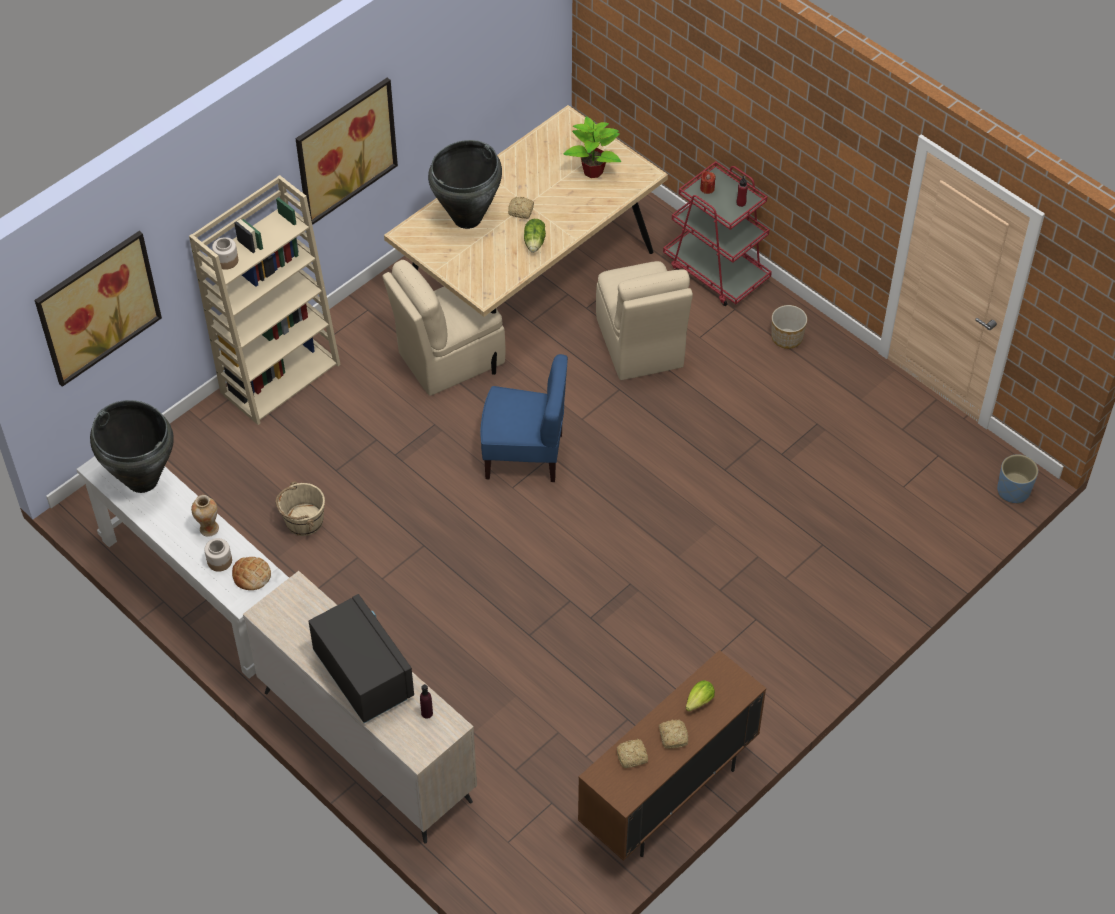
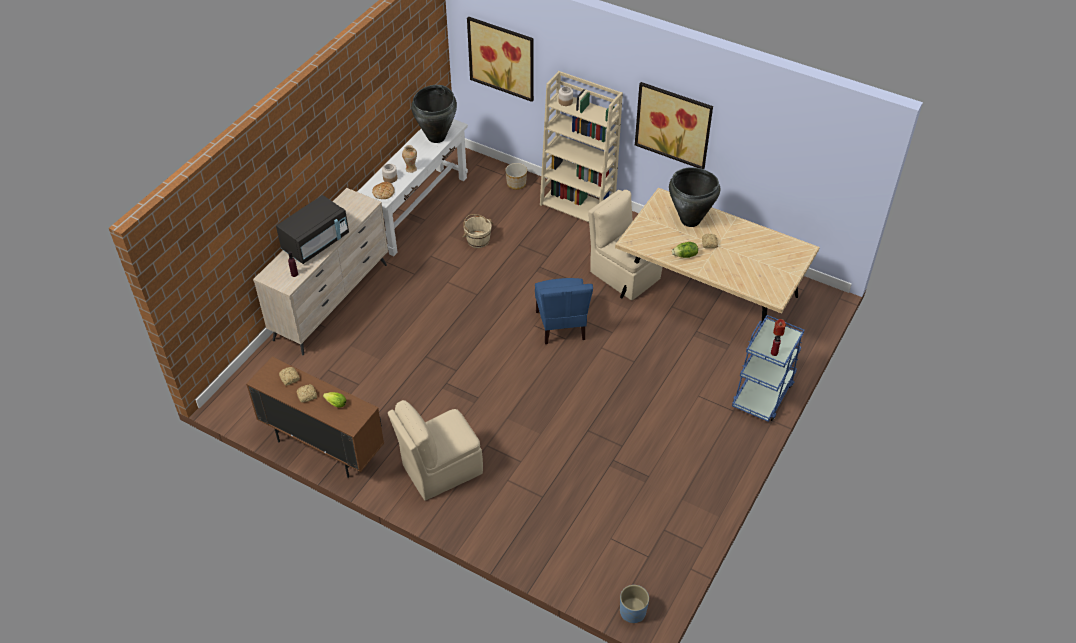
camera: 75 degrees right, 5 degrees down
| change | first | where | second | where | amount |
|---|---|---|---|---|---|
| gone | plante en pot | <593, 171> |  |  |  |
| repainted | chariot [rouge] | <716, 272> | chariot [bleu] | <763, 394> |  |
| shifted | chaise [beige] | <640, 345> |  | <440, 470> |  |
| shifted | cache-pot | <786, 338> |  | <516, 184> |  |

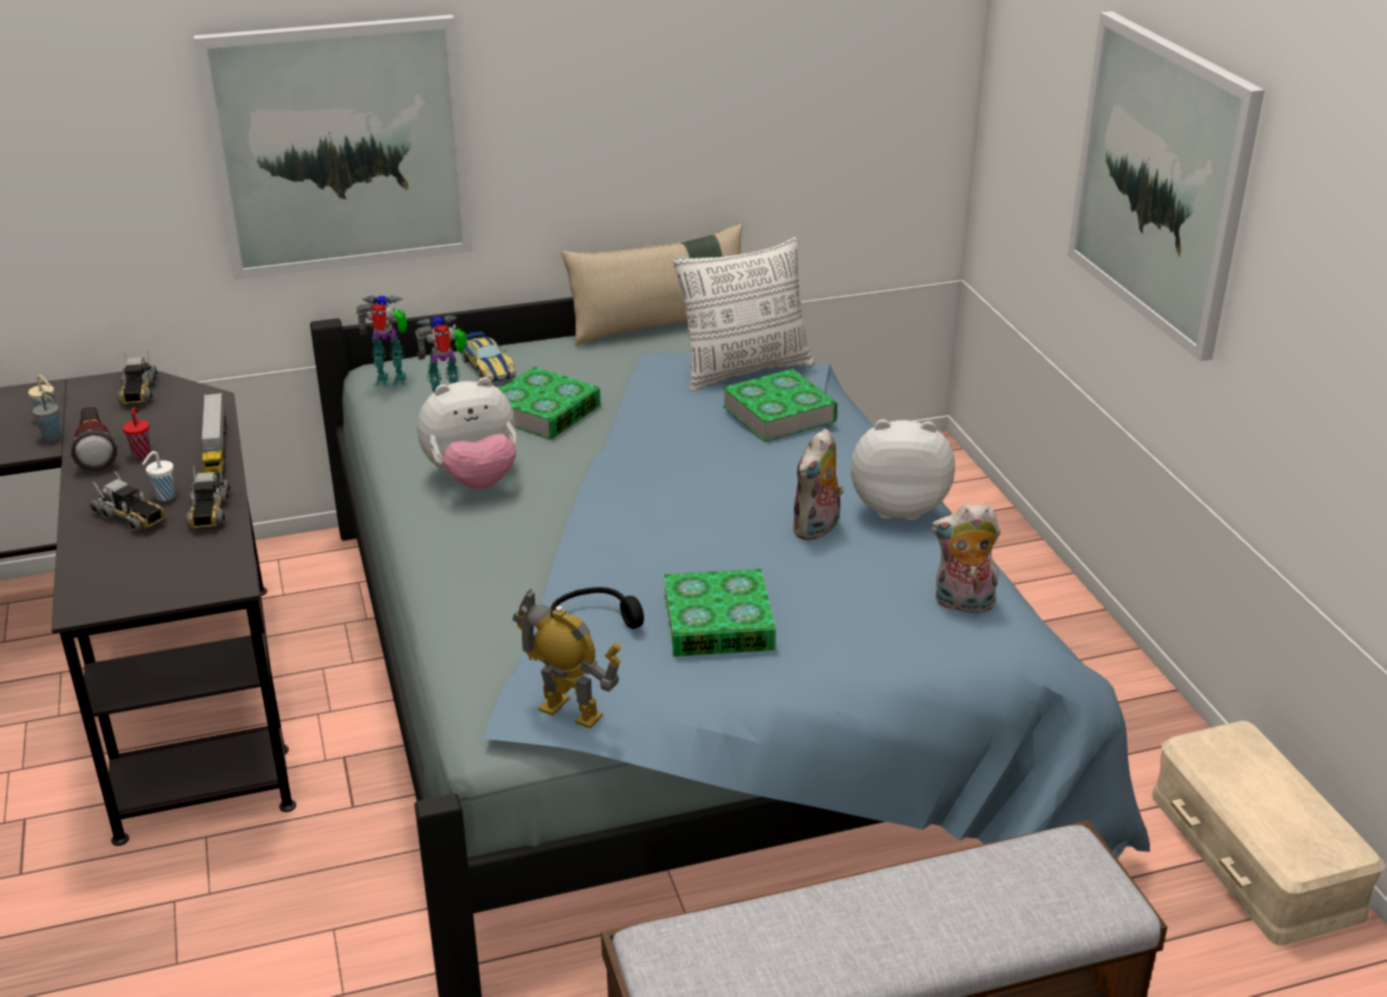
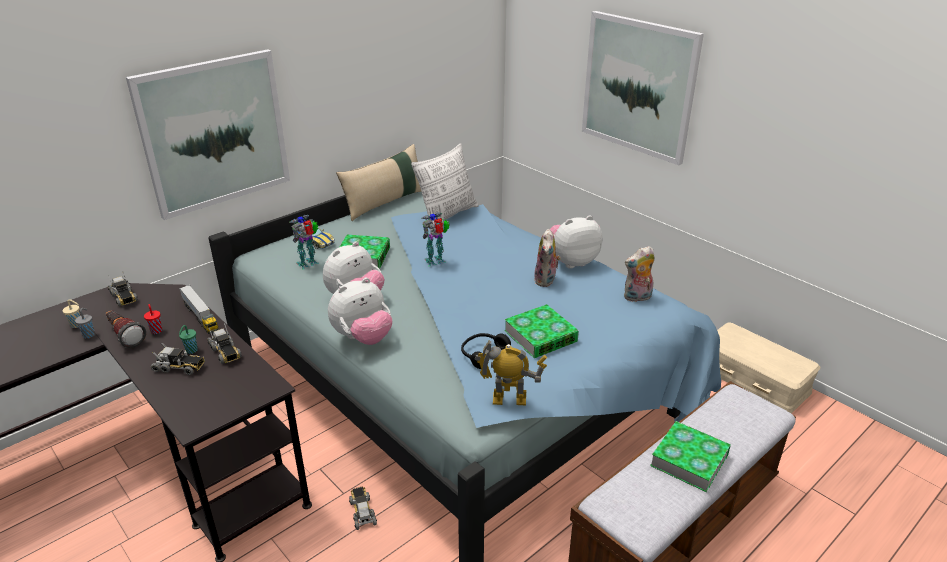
camera: 25 degrees left, 0 degrees up
| change | first | where | second | where | amount |
|---|---|---|---|---|---|
| shifted | robot jouet | <392, 381> |  | <436, 261> |  |
| shifted | livre | <779, 414> |  | <689, 460> |  |
| repainted | tasse [blanc] | <164, 497> | tasse [vert] | <191, 351> |  |
| new |  |  | peluche | <363, 338> |  |
| new |  |  | camion jouet | <362, 511> |  |

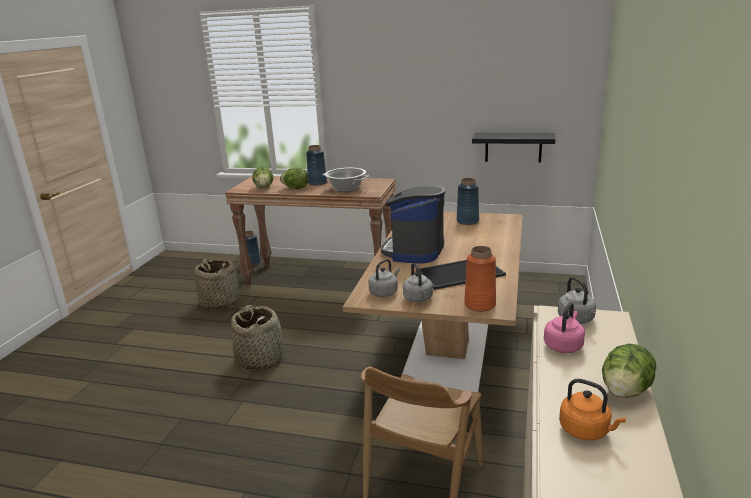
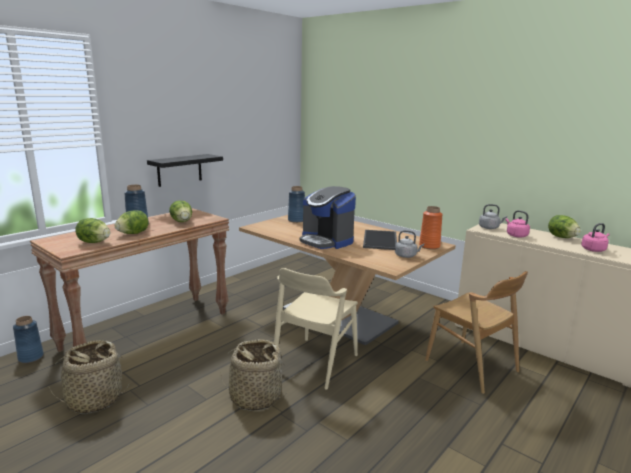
camera: 65 degrees left, 5 degrees down
| change | first | where | second | where | amount |
|---|---|---|---|---|---|
| shifted | étagère [noir] | <513, 147> |  | <179, 170> |  |
| swapped | marmite | <346, 188> | laitue | <182, 221> |  |
| gone | bouilloire [gris] | <384, 292> |  |  |  |
| repainted | bouilloire [orange] | <586, 431> | bouilloire [rose] | <594, 249> |  |
| new |  |  | chaise [beige] | <315, 362> |  |

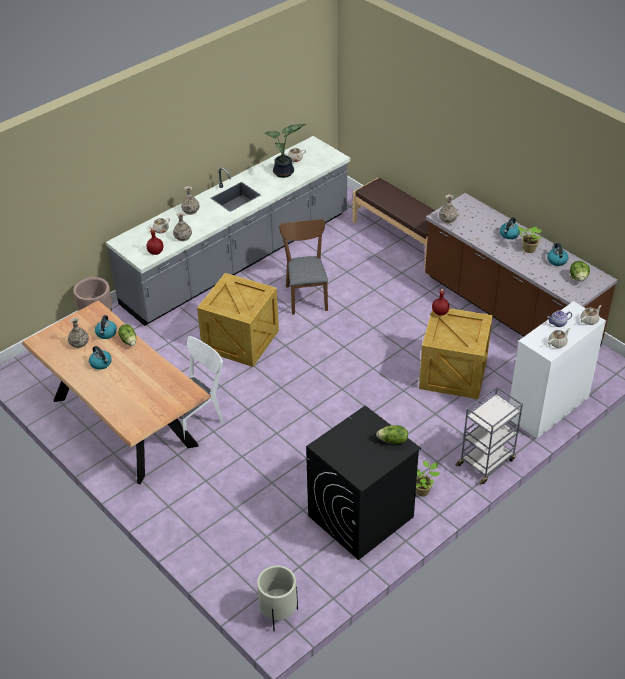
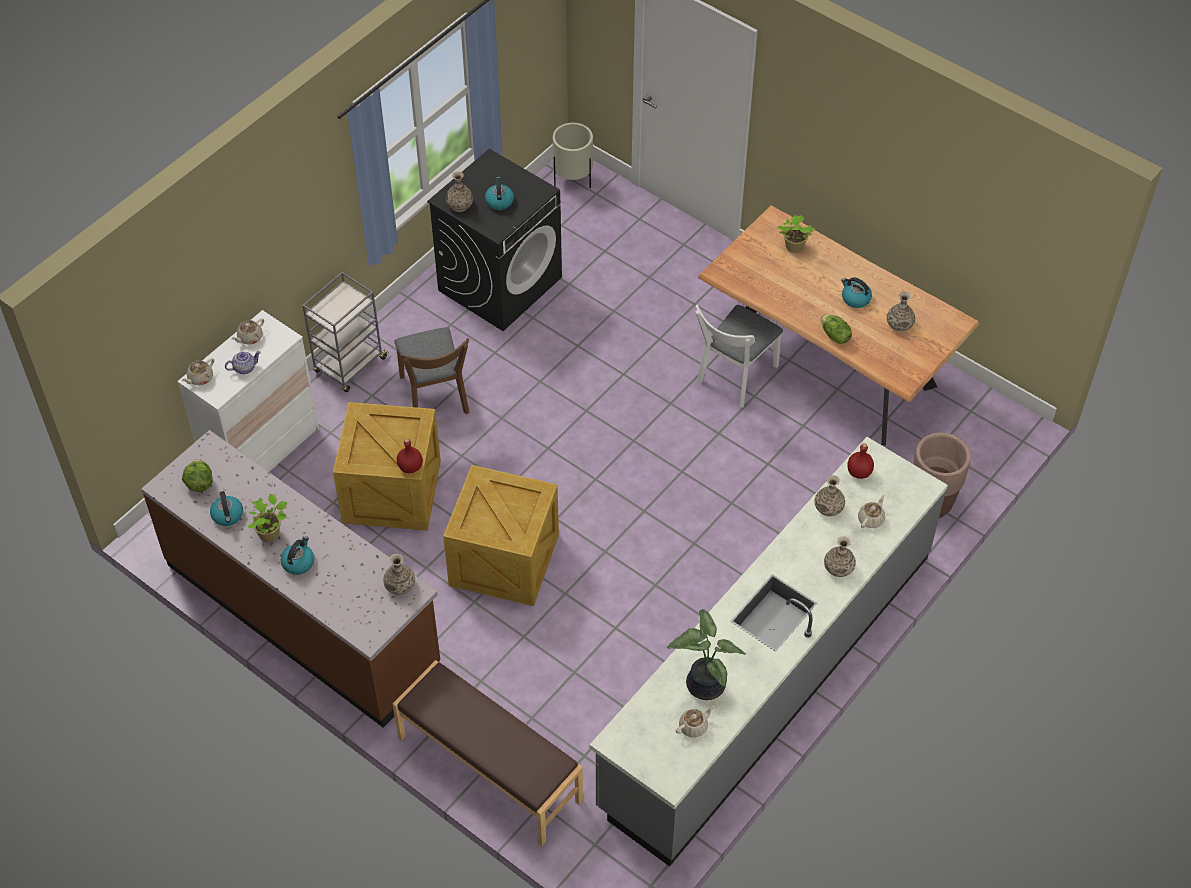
camera: 170 degrees right, 10 degrees up
| change | first | where | second | where | amount |
|---|---|---|---|---|---|
| shifted | chaise [marron] | <306, 295> |  | <435, 399> |  |
| shifted | caisse | <240, 339> |  | <505, 561> |  |
| shifted | bouilloire | <106, 333> |  | <499, 201> |  |
| swapped | laitue | <393, 441> | vase | <459, 205> |  |
| shifted | plante en pot | <423, 490> |  | <793, 247> |  |

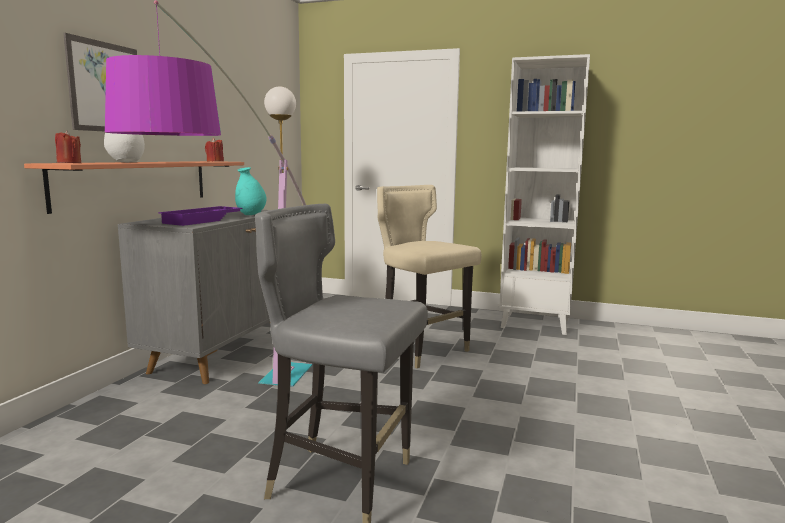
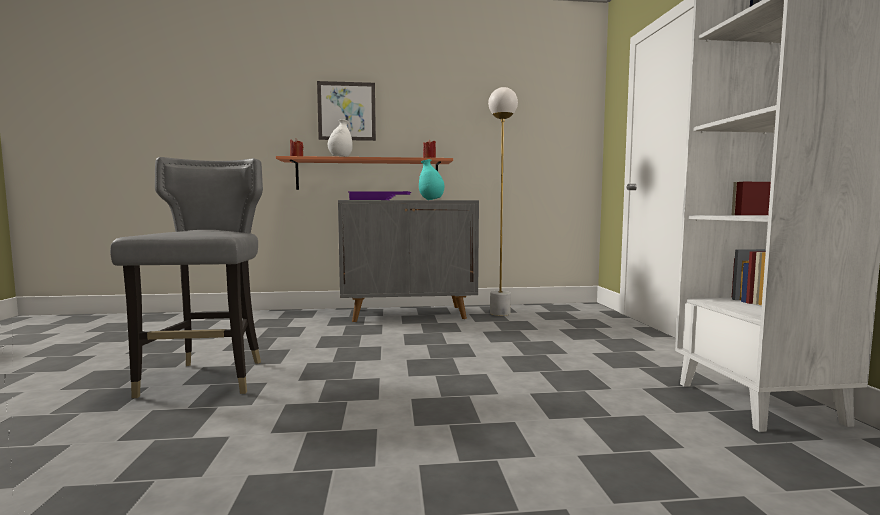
camera: 65 degrees right, 5 degrees down
| change | first | where | second | where | amount |
|---|---|---|---|---|---|
| gone | lampadaire | <240, 420> |  |  |  |
| gone | chaise [beige] | <422, 351> |  |  |  |

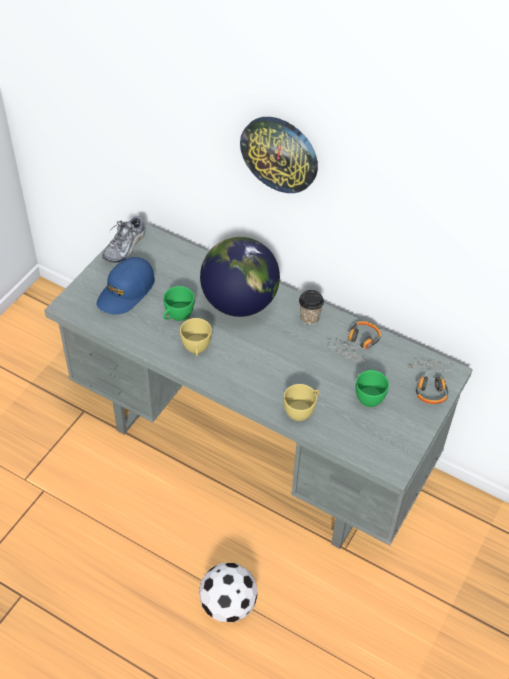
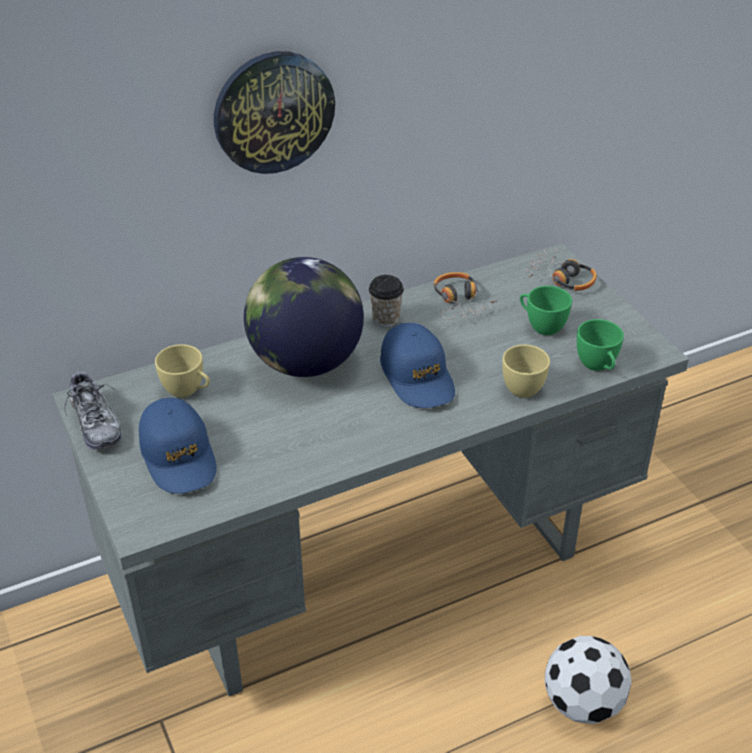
camera: 55 degrees left, 10 degrees down
| change | first | where | second | where | amount |
|---|---|---|---|---|---|
| shifted | tasse [vert] | <177, 316> |  | <598, 366> |  |
| shifted | tasse [jaune] | <196, 350> |  | <187, 391> |  |
| new |  |  | casquette [bleu] | <417, 376> |  |

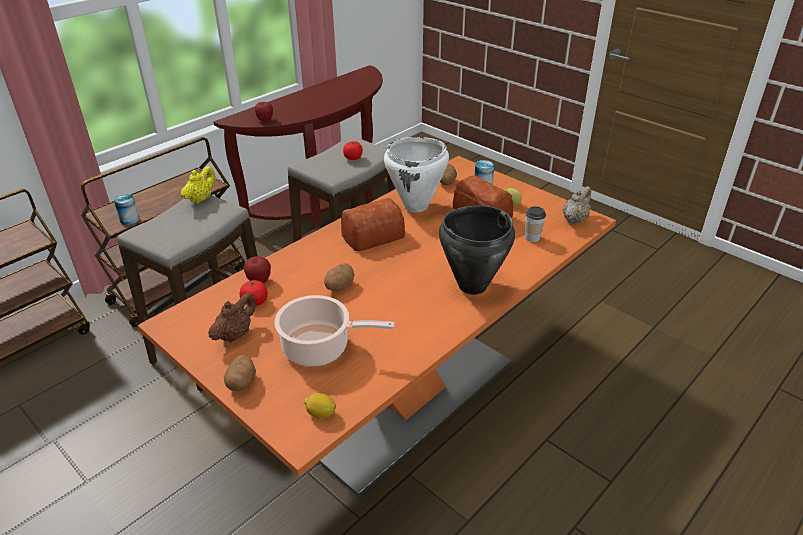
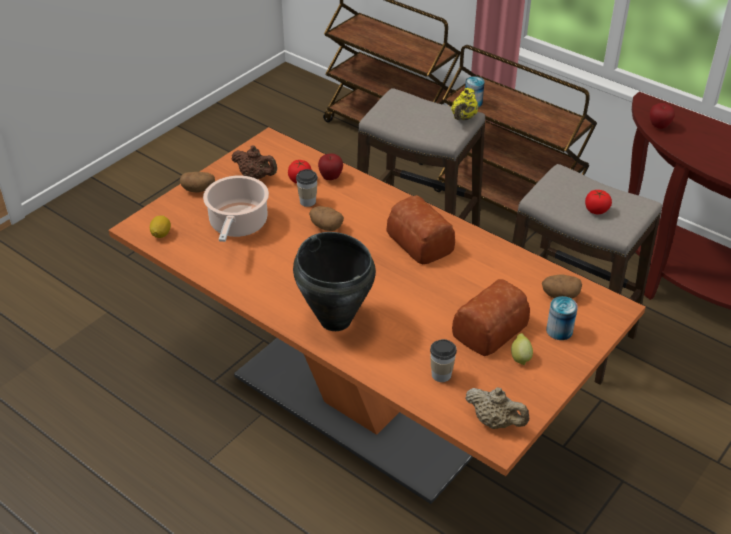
camera: 85 degrees right, 5 degrees up
| change | first | where | second | where | amount |
|---|---|---|---|---|---|
| gone | marmite [blanc] | <416, 206> |  |  |  |
| rotated | théière [jaune] | <201, 199> |  | <463, 118> | 90 degrees clockwise |
| new |  |  | tasse | <307, 201> |  |

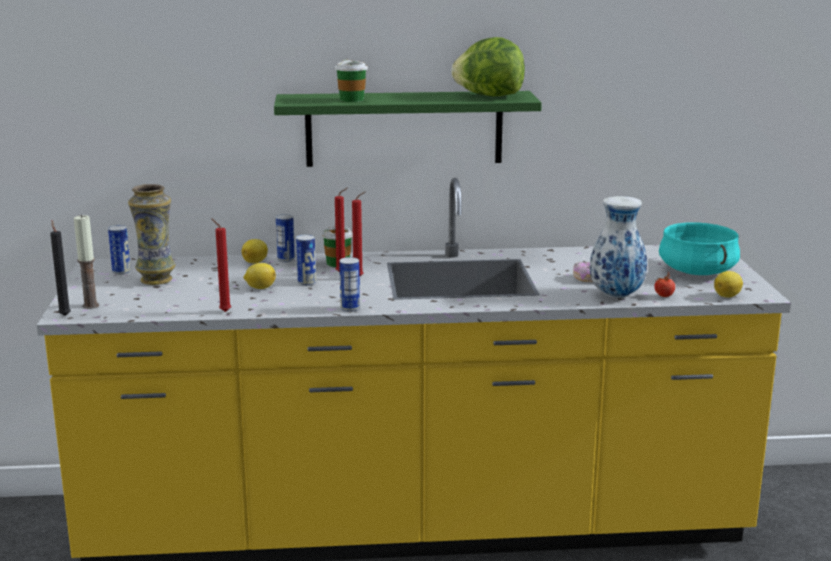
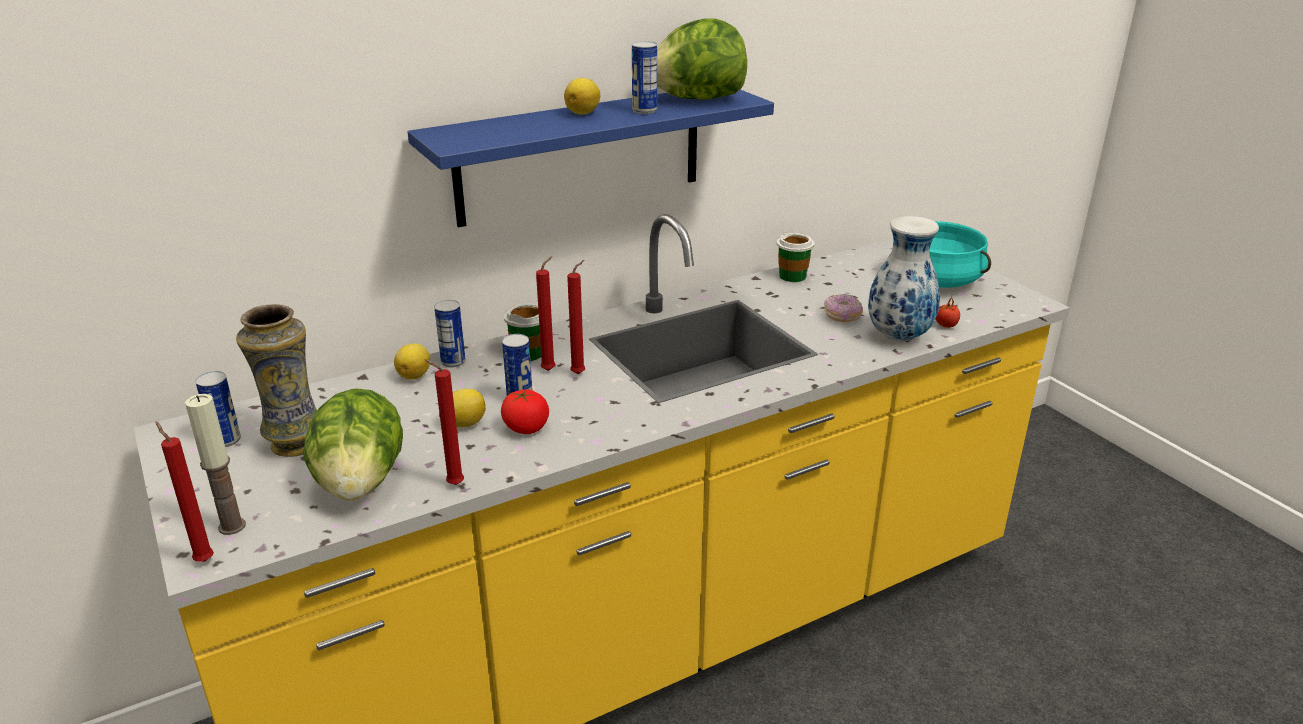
camera: 25 degrees left, 10 degrees up
| change | first | where | second | where | amount |
|---|---|---|---|---|---|
| shifted | tasse | <352, 99> |  | <793, 276> |  |
| repainted | étagère [vert] | <404, 128> | étagère [bleu] | <580, 154> |  |
| repainted | bougie [noir] | <64, 315> | bougie [rouge] | <203, 560> |  |
| shifted | boîte métallique | <350, 308> |  | <644, 111> |  |
| shifted | citron | <727, 296> |  | <583, 113> |  |
| new |  |  | laitue | <361, 483> |  |
| new |  |  | tomate | <526, 428> |  |

